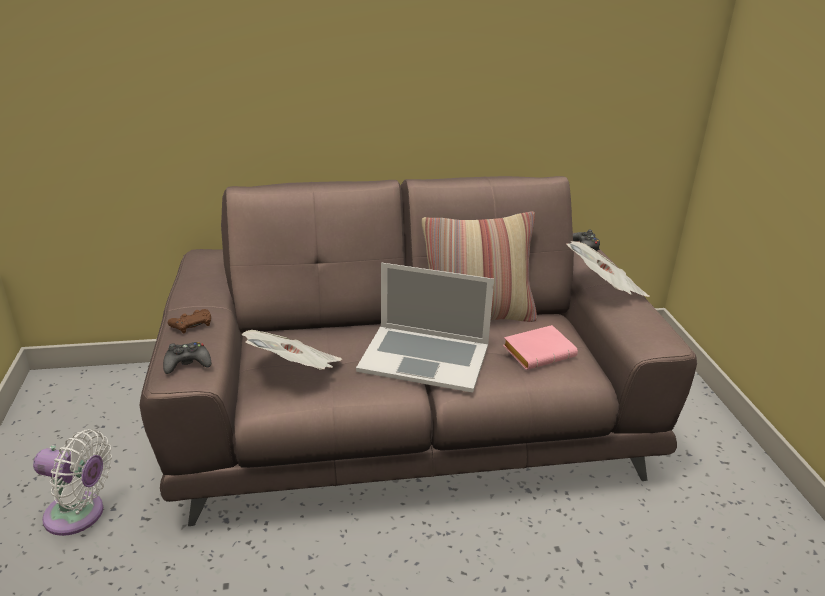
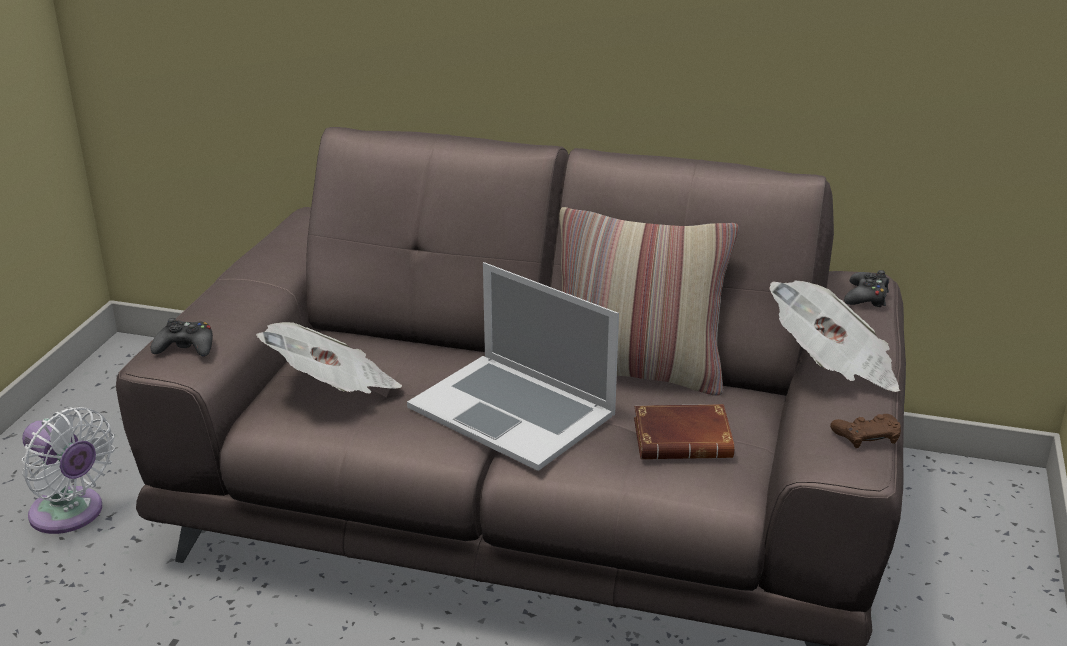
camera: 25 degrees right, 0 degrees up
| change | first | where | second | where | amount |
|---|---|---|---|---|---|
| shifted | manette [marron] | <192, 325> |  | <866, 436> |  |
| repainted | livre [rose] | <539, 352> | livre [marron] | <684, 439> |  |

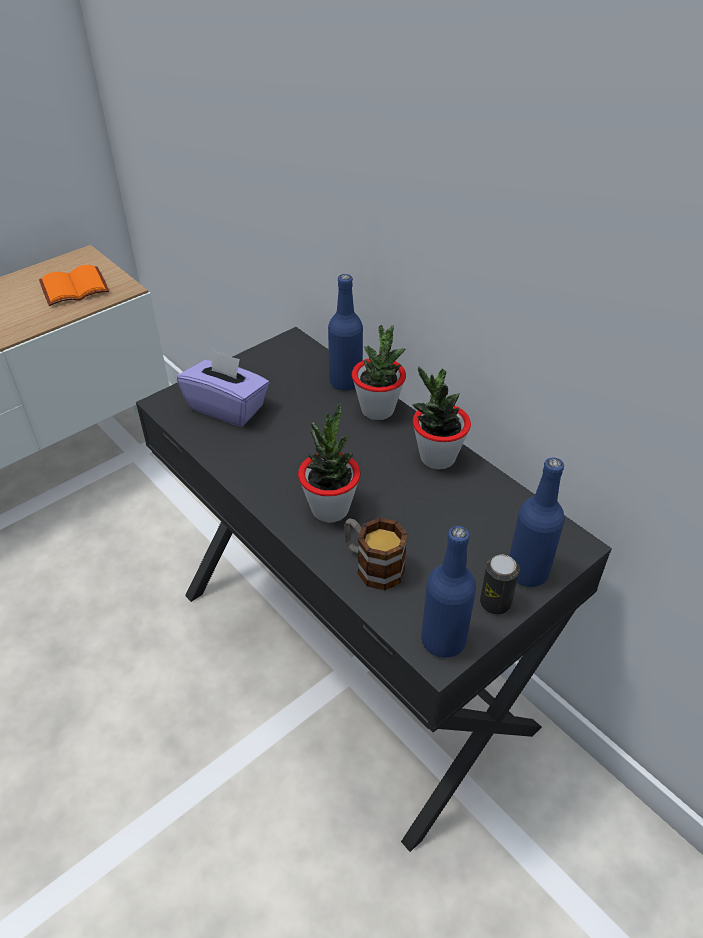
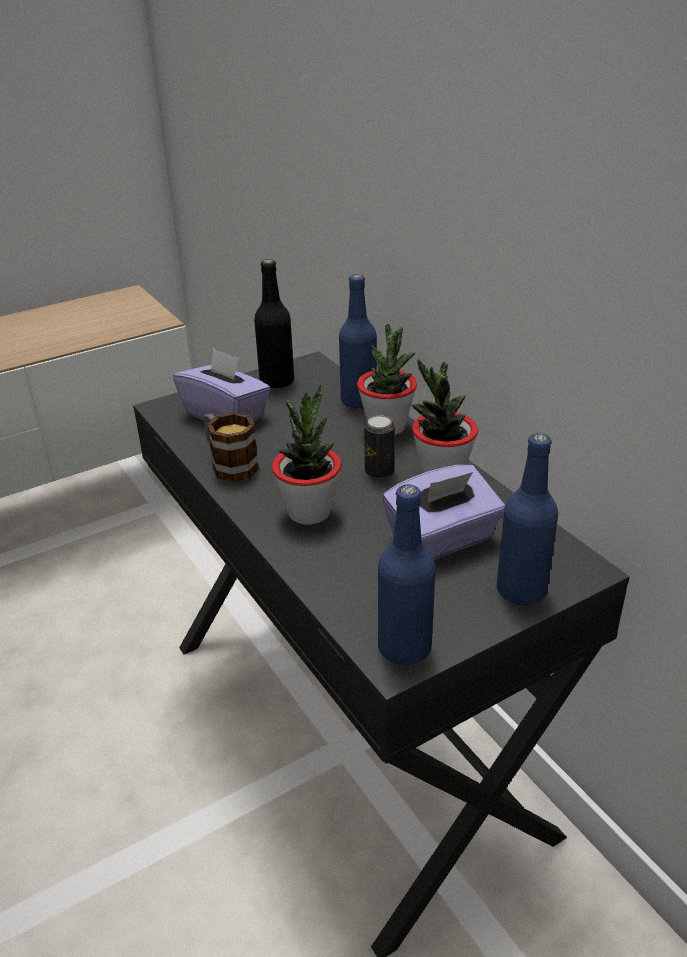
camera: 10 degrees right, 10 degrees down
| change | first | where | second | where | amount |
|---|---|---|---|---|---|
| gone | livre [orange] | <75, 286> |  |  |  |
| shifted | mug | <372, 565> |  | <229, 464> |  |
| shifted | boîte métallique | <495, 603> |  | <379, 472> |  |
| new |  |  | bouteille [noir] | <277, 382> |  |
| new |  |  | boîte à mouchoirs [violet] | <442, 539> |  |

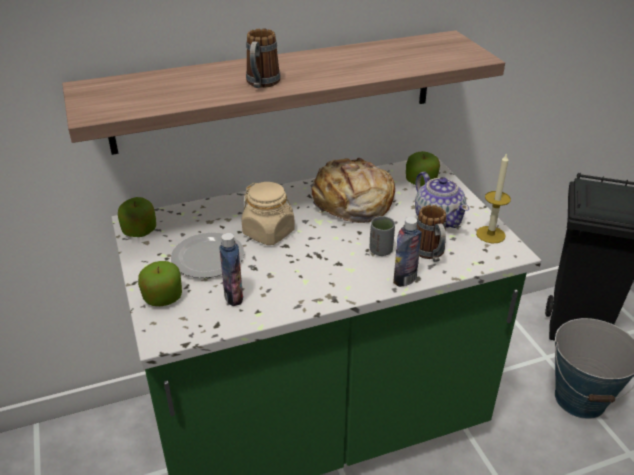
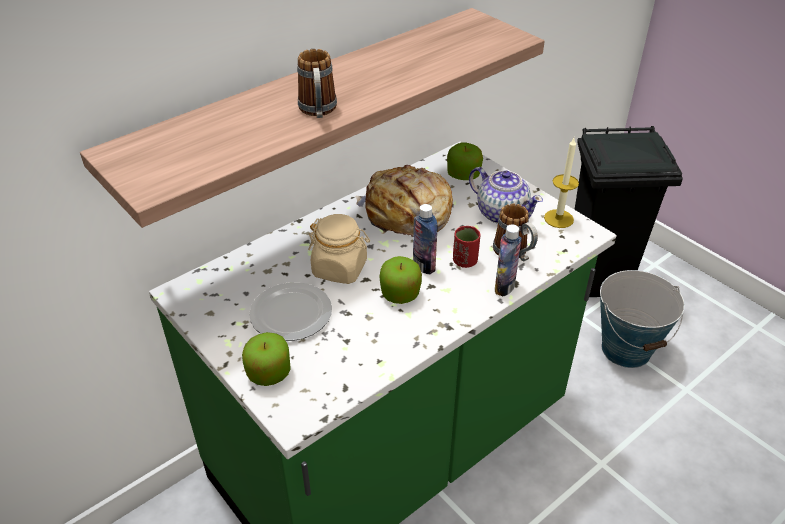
camera: 20 degrees left, 5 degrees up
| change | first | where | second | where | amount |
|---|---|---|---|---|---|
| shifted | pomme | <139, 231> |  | <400, 294> |  |
| repainted | tasse [gris] | <381, 250> | tasse [rouge] | <465, 261> |  |
| shifted | bouteille | <233, 297> |  | <424, 266> |  |

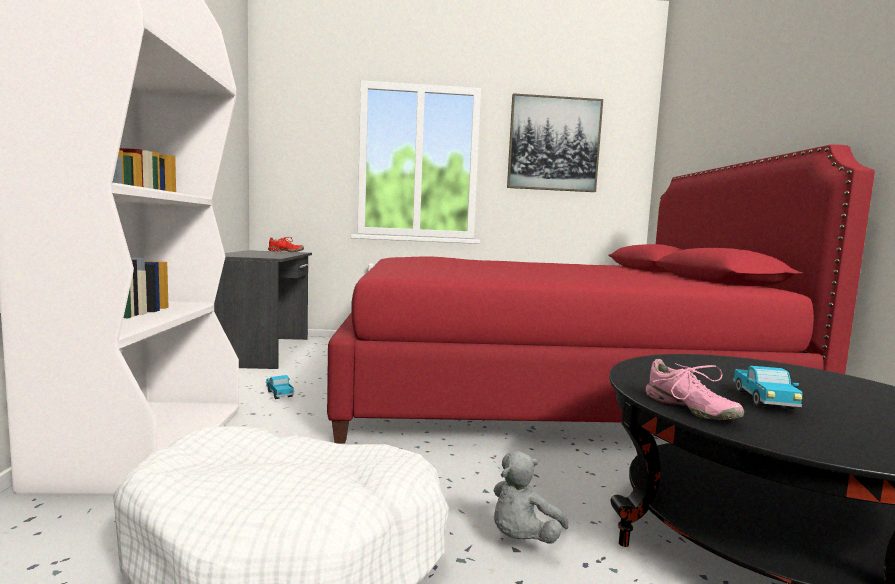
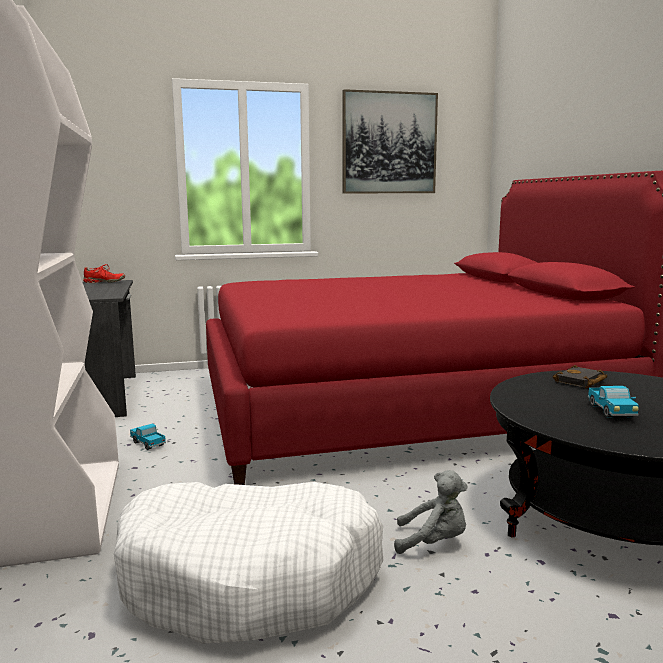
camera: 10 degrees left, 5 degrees up
| change | first | where | second | where | amount |
|---|---|---|---|---|---|
| gone | chaussure [rose] | <689, 409> |  |  |  |
| rotated | peluche [gris] | <522, 538> |  | <433, 542> | 105 degrees counterclockwise |
| new |  |  | livre [noir] | <581, 382> |  |

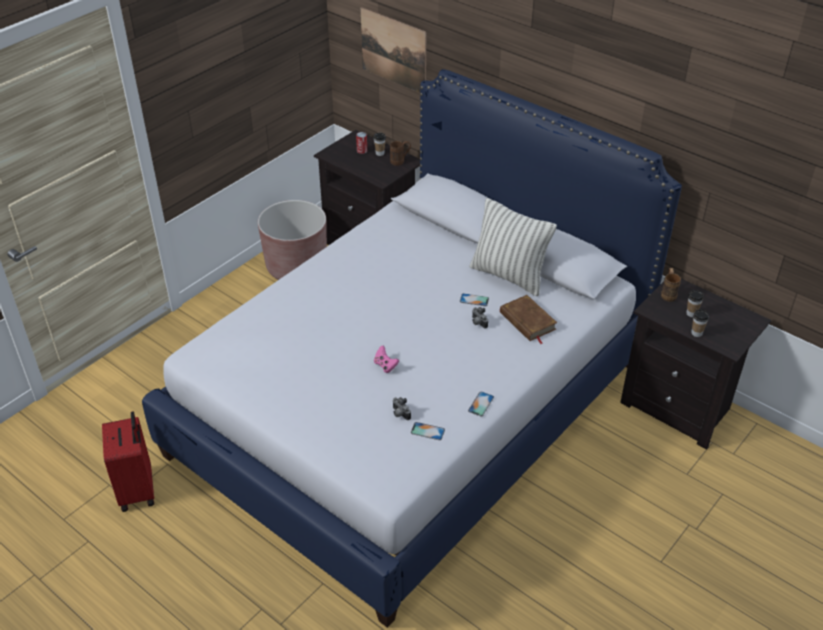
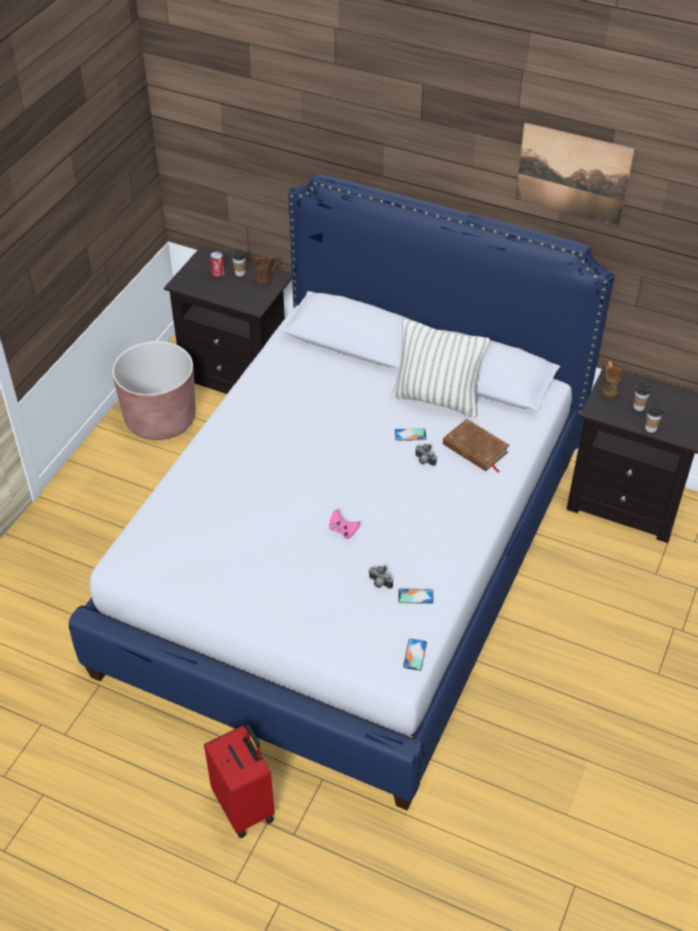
camera: 15 degrees left, 5 degrees up
| change | first | where | second | where | amount |
|---|---|---|---|---|---|
| shifted | tableau | <393, 50> |  | <573, 174> |  |
| shifted | téléphone | <481, 404> |  | <415, 655> |  |
| shifted | valise [rouge] | <138, 490> |  | <245, 806> |  |

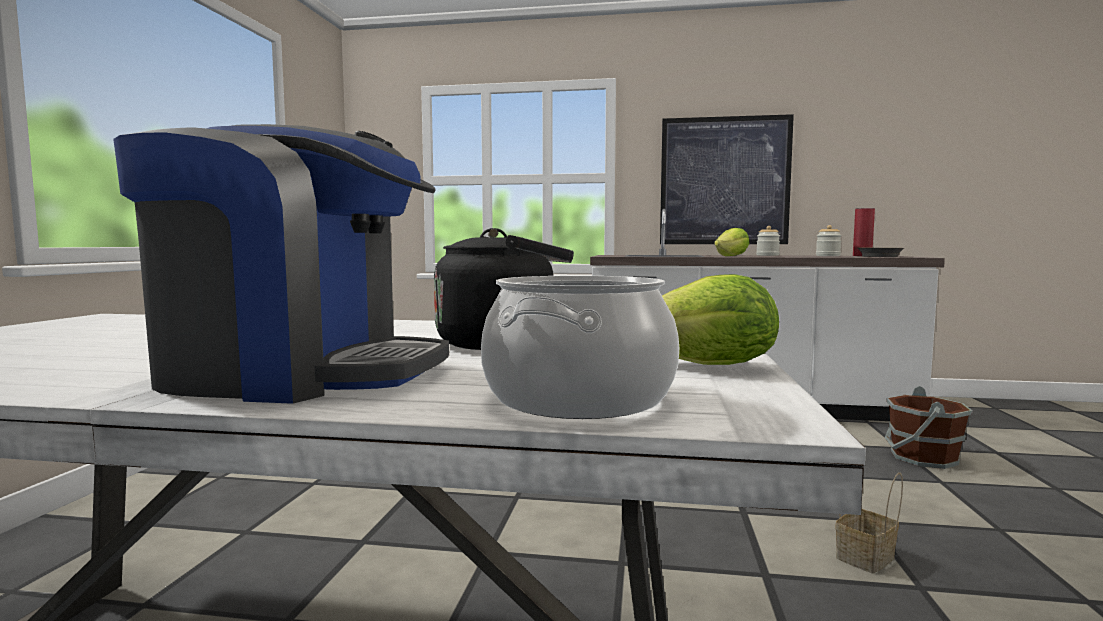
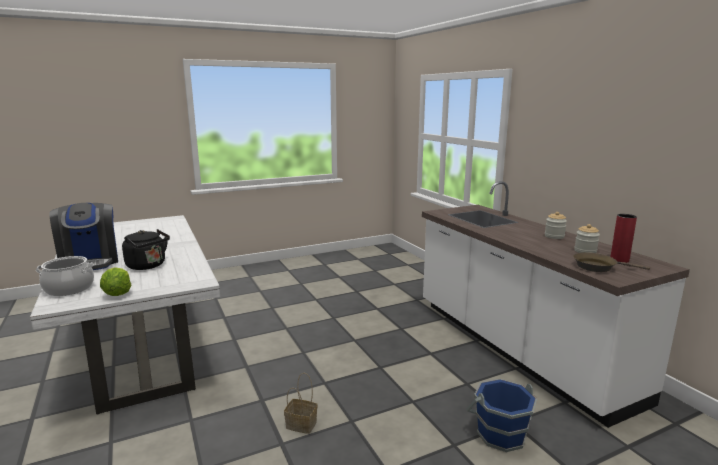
camera: 55 degrees right, 10 degrees up
| change | first | where | second | where | amount |
|---|---|---|---|---|---|
| gone | tableau | <724, 181> |  |  |  |
| gone | laitue | <731, 256> |  |  |  |
| repainted | seau [marron] | <922, 458> | seau [bleu] | <500, 434> |  |

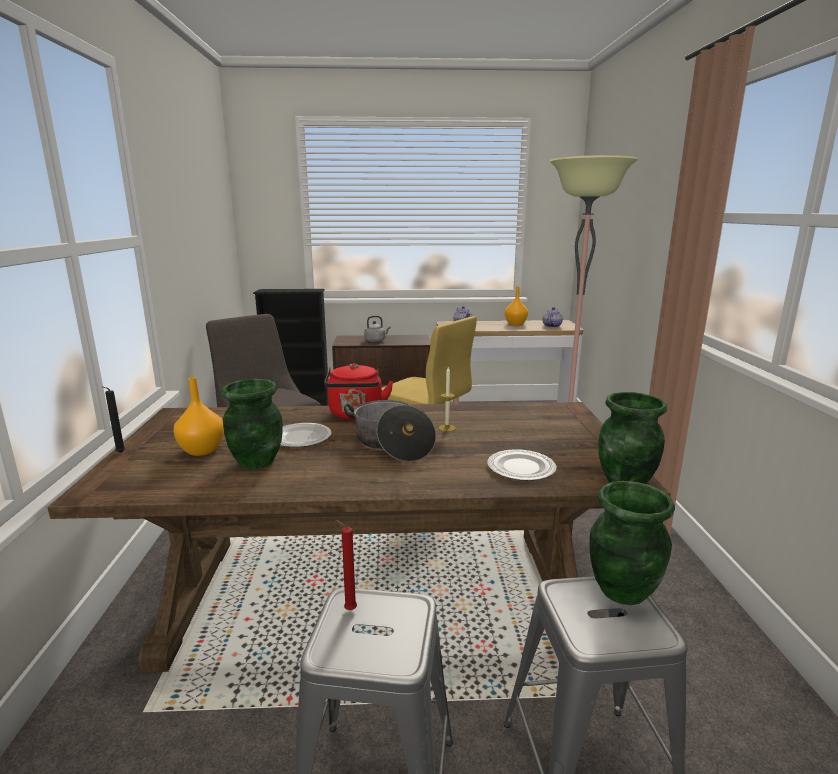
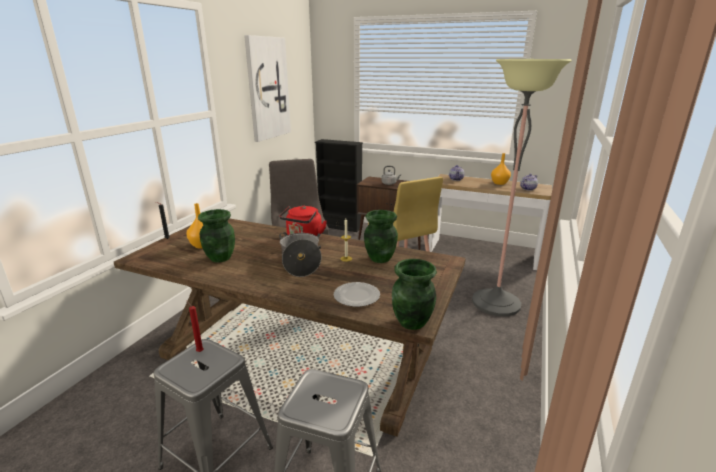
camera: 25 degrees right, 5 degrees up
| change | first | where | second | where | amount |
|---|---|---|---|---|---|
| gone | assiette | <302, 437> |  |  |  |
| shifted | vase [vert] | <621, 590> |  | <379, 258> |  |
| new |  |  | tableau | <267, 88> |  |

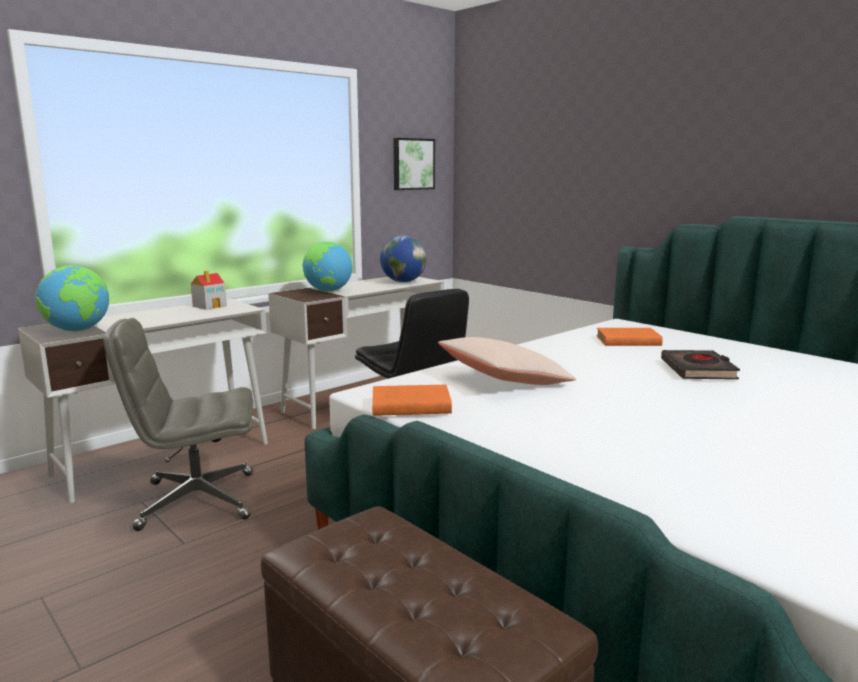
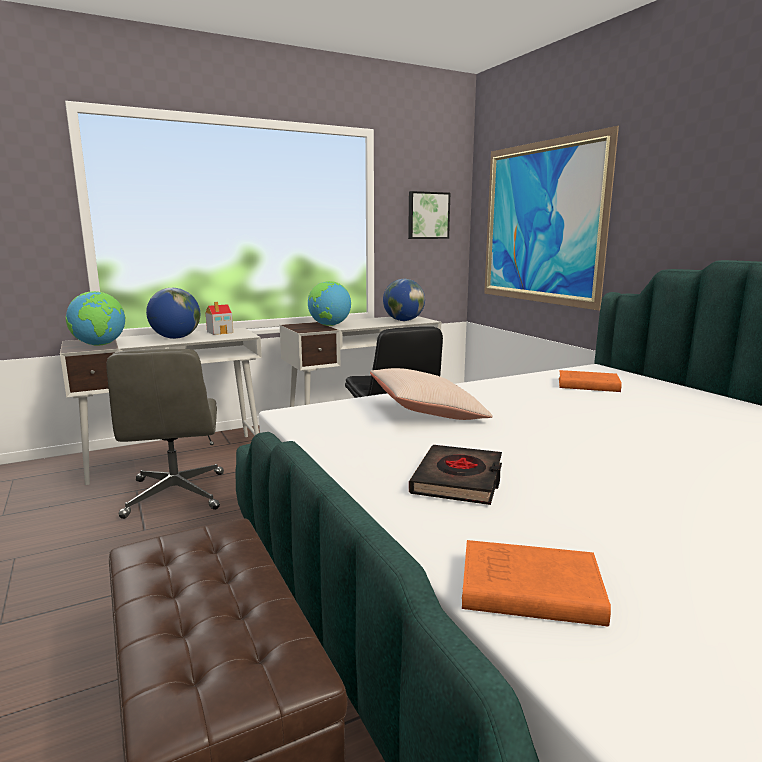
camera: 15 degrees right, 0 degrees up
| change | first | where | second | where | amount |
|---|---|---|---|---|---|
| rotated | chaise de bureau [gris] | <196, 501> |  | <176, 495> | 105 degrees counterclockwise |
| shifted | livre [noir] | <698, 370> |  | <459, 480> |  |
| shifted | livre [orange] | <408, 406> |  | <525, 589> |  |
| new |  |  | tableau | <541, 223> |  |
| new |  |  | globe | <176, 338> |  |

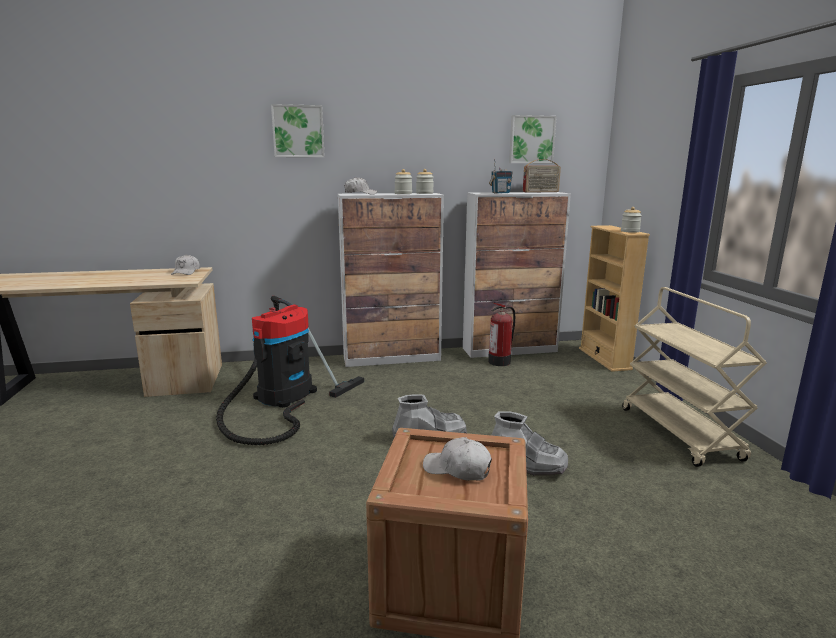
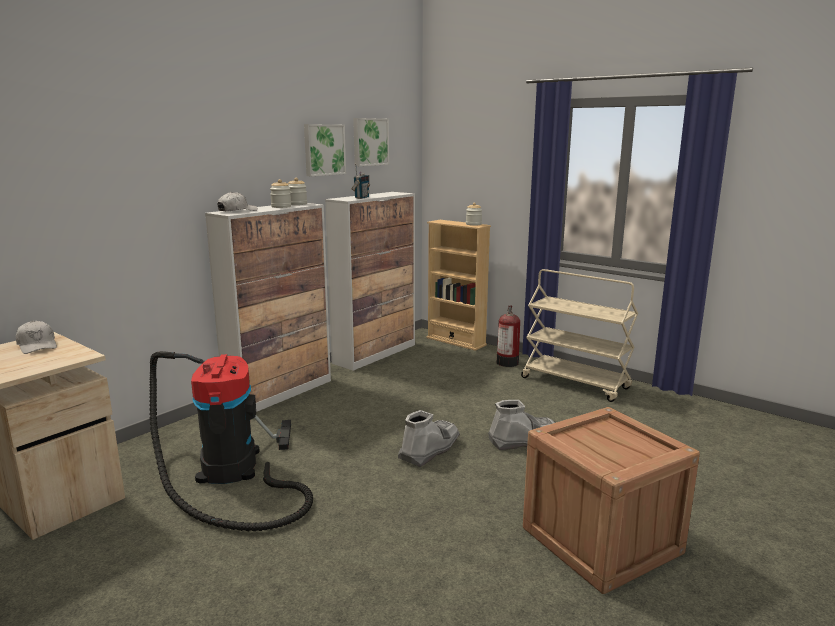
camera: 40 degrees left, 0 degrees up
| change | first | where | second | where | amount |
|---|---|---|---|---|---|
| shifted | tableau | <298, 131> |  | <323, 149> |  |
| gone | radio | <541, 192> |  |  |  |
| shifted | extincteur | <500, 361> |  | <507, 362> |  |
| gone | casquette [blanc] | <457, 469> |  |  |  |

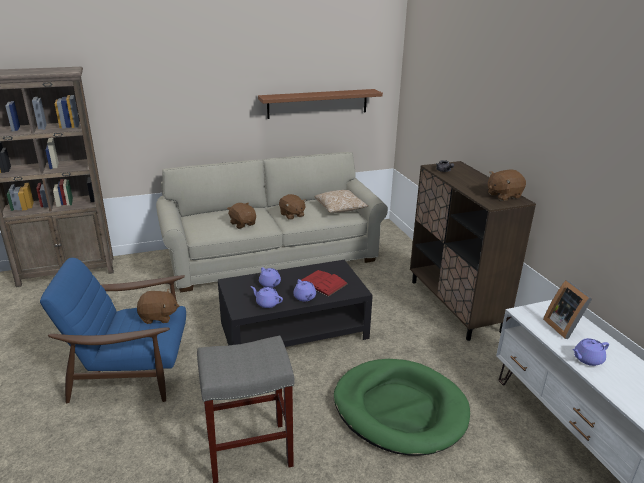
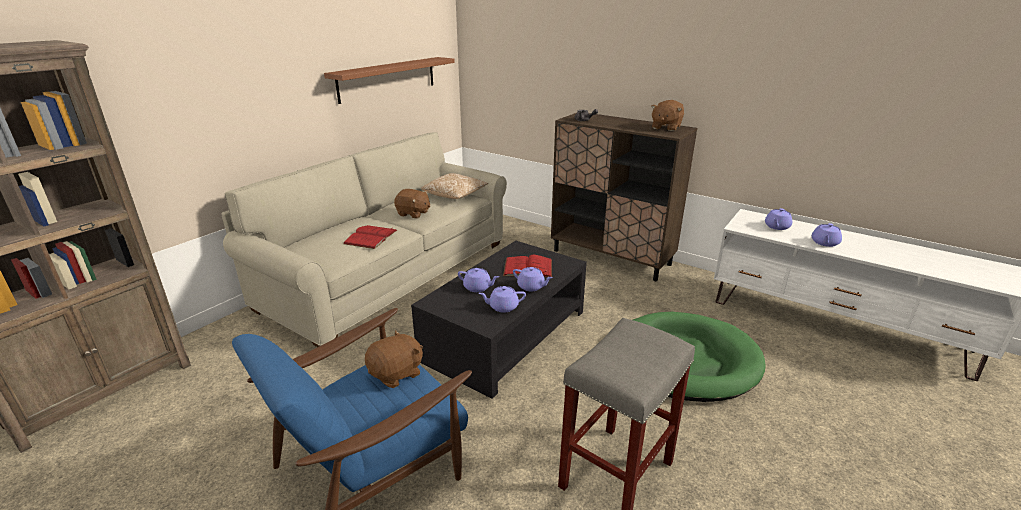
camera: 35 degrees left, 0 degrees up
| change | first | where | second | where | amount |
|---|---|---|---|---|---|
| swapped | peluche [marron] | <243, 224> | livre [rouge] | <371, 237> |  |
| swapped | cadre photo | <564, 327> | théière [violet] | <776, 227> |  |

